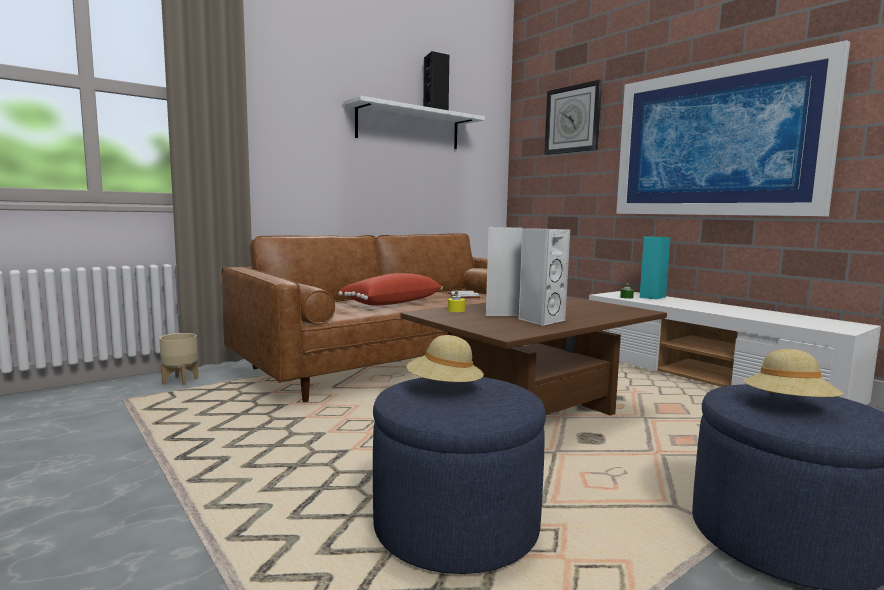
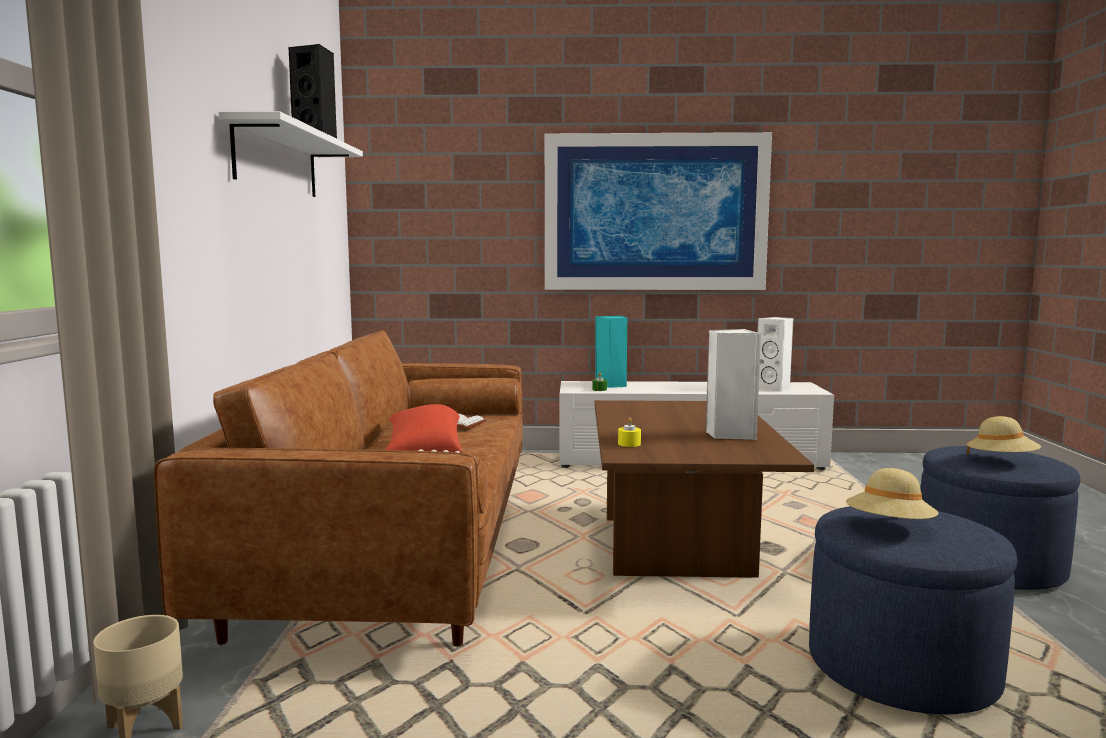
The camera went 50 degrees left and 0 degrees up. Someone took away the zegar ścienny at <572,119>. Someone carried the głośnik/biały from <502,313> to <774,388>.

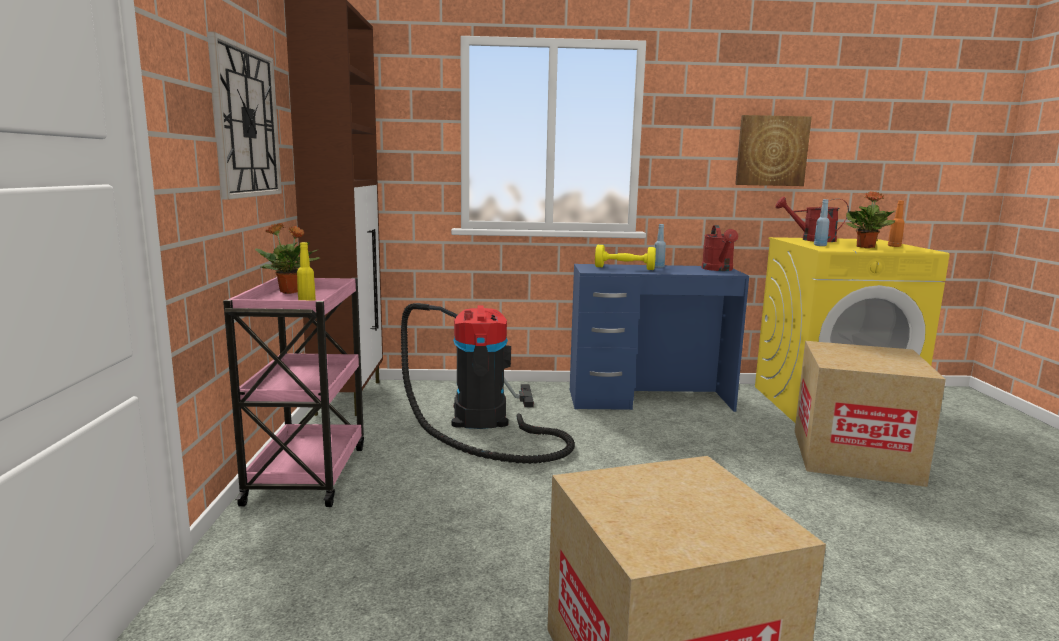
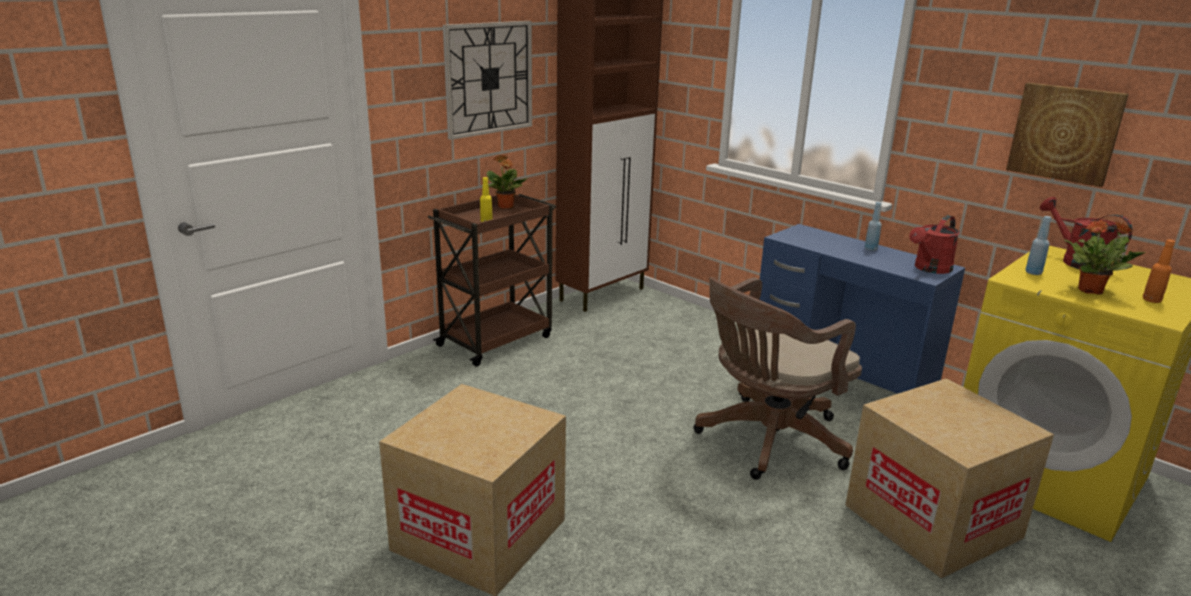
The camera went 45 degrees right and 10 degrees up. Someone took away the hantel/żółty at <624,268>. Someone repainted the wózek/różowy at <308,473>, which became the wózek/brązowy at <496,340>. Someone took away the odkurzacz at <482,420>. Someone put down the krzesło biurowe/brązowy at <766,441>.

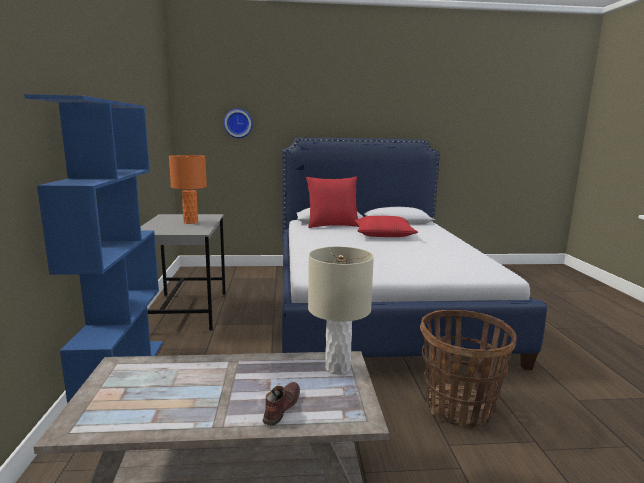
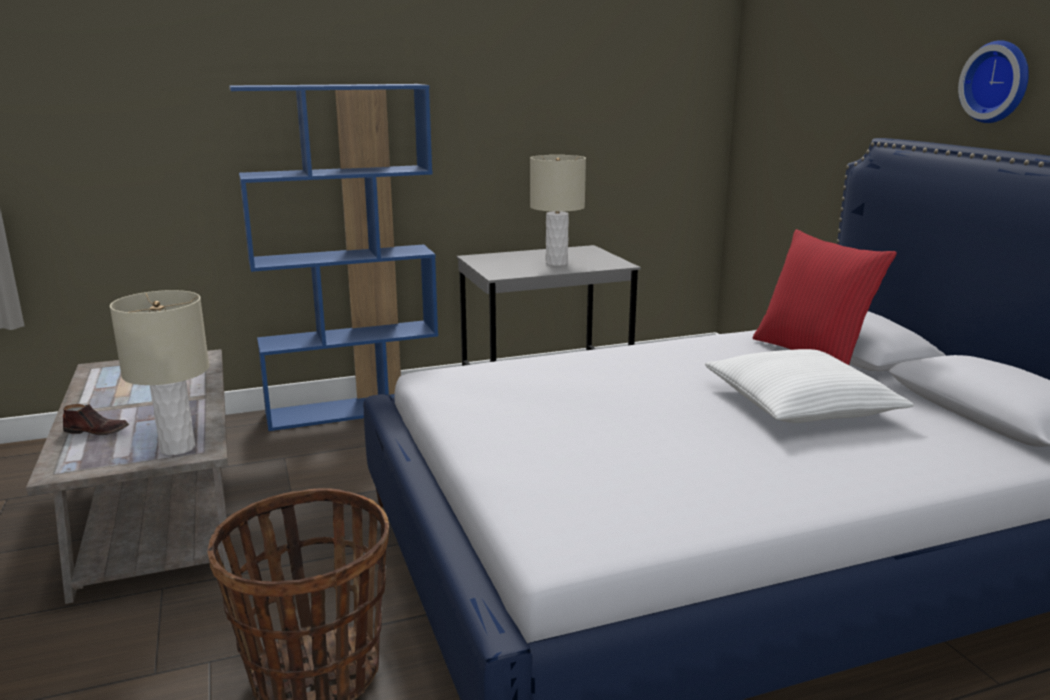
The camera went 75 degrees right and 5 degrees up. Someone carried the zegar ścienny from <238,123> to <998,82>. Someone repainted the lampa stołowa/pomarańczowy at <190,222>, which became the lampa stołowa/beżowy at <556,263>. Someone repainted the poduszka/czerwony at <383,234>, which became the poduszka/biały at <800,405>.

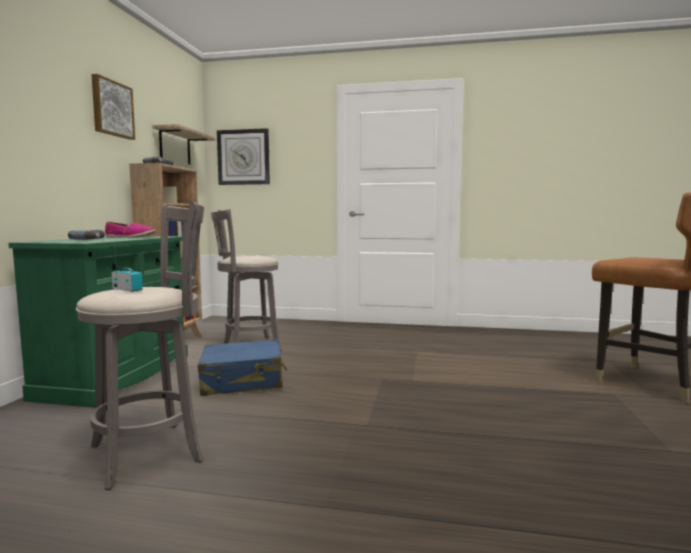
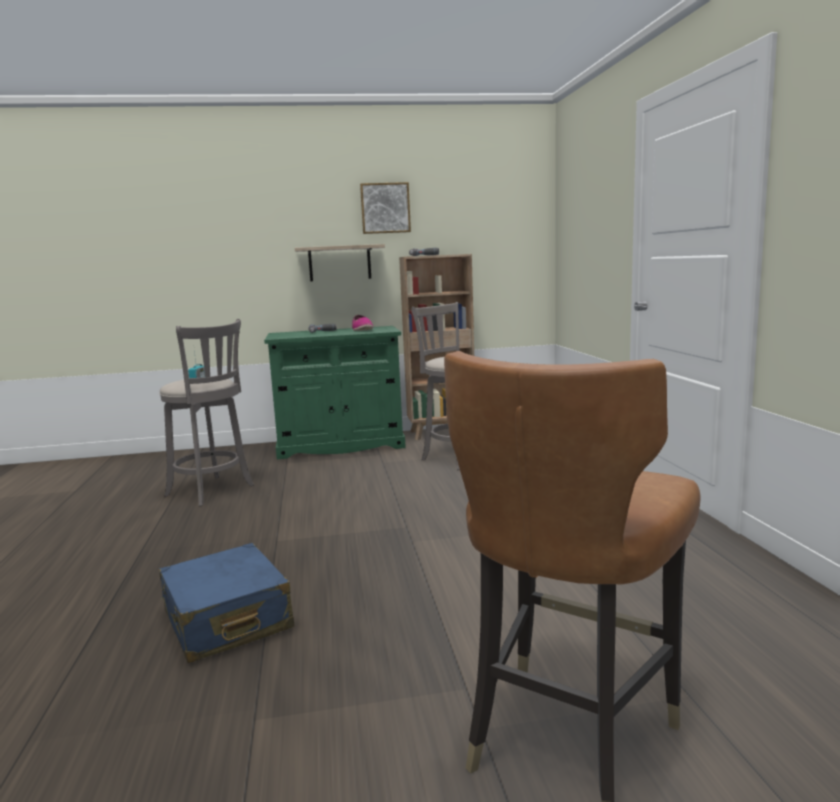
The camera went 70 degrees right and 5 degrees up. Someone carried the półka from <175,147> to <339,263>. Someone took away the zegar ścienny at <243,157>. Someone carried the walizka/niebieski from <243,381> to <227,620>.

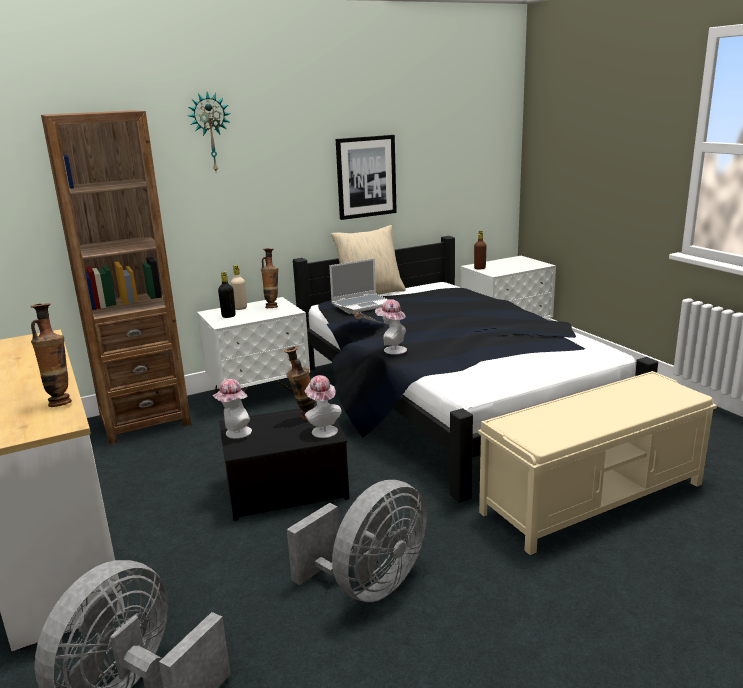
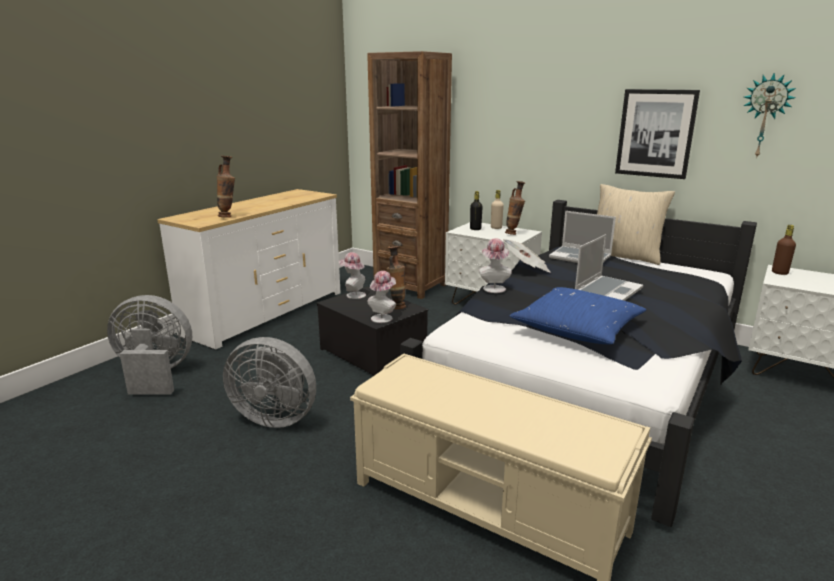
The camera went 60 degrees right and 0 degrees up. Someone carried the zegar ścienny from <210,133> to <765,116>. Someone put down the laptop at <607,291>. Someone put down the poduszka/niebieski at <577,329>.

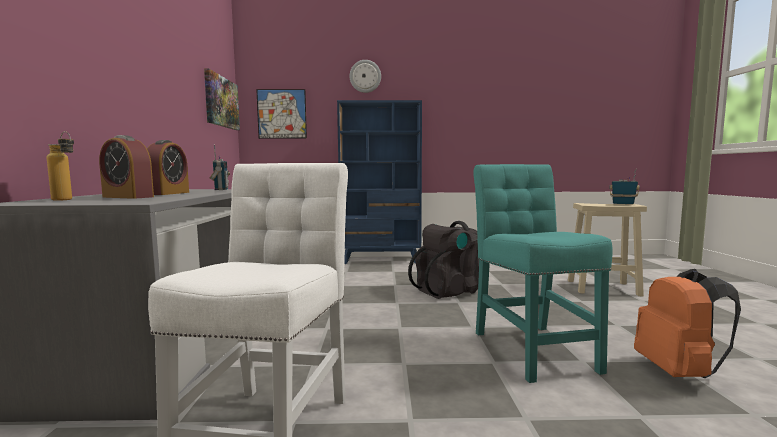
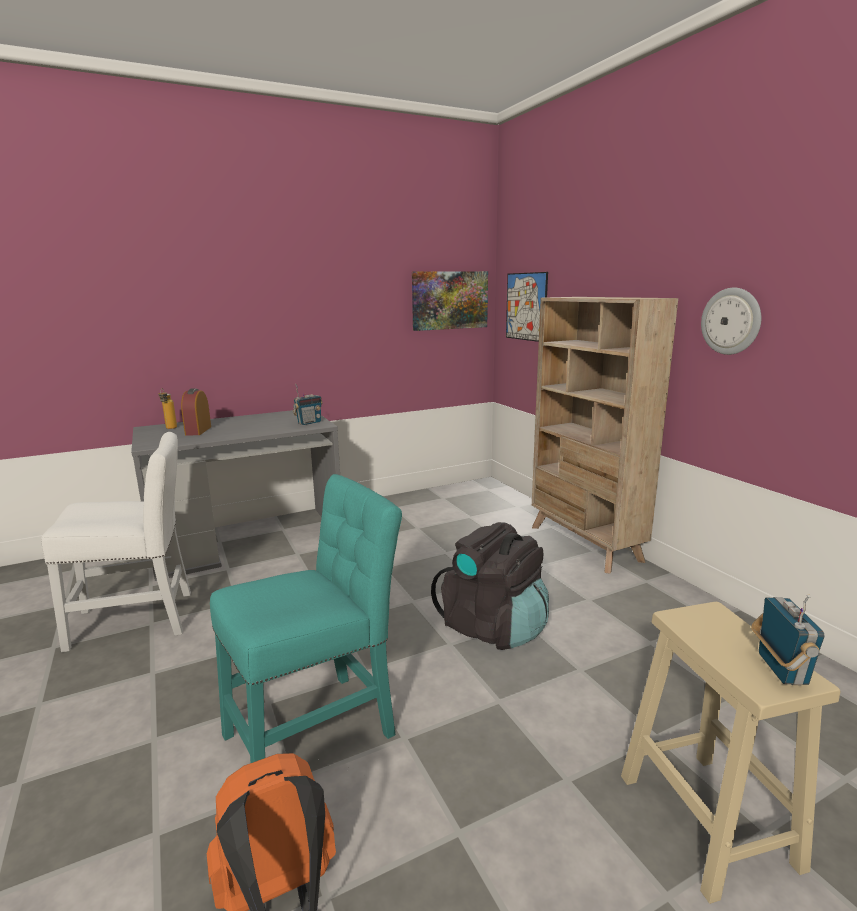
The camera went 65 degrees right and 10 degrees up. Someone carried the zegar ścienny from <365,76> to <731,321>. Someone repainted the regał/niebieski at <381,260>, which became the regał/beżowy at <585,544>. Someone took away the budzik at <168,193>.

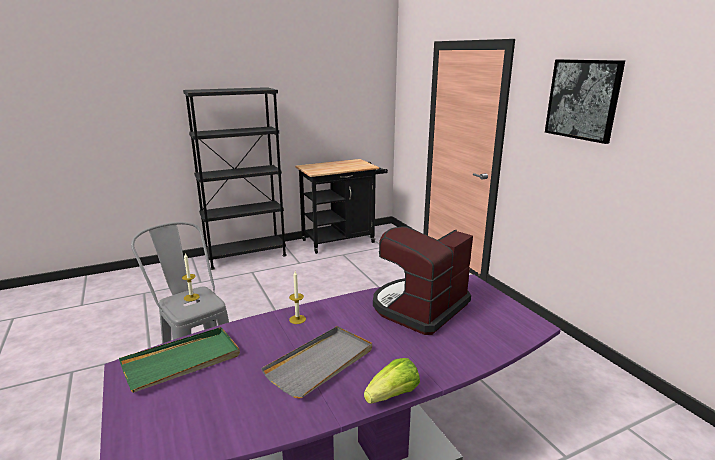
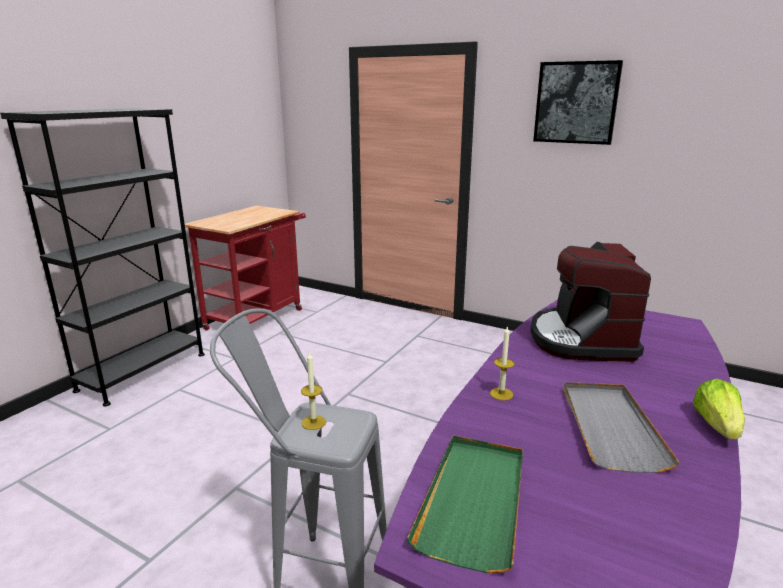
The camera went 35 degrees left and 0 degrees up. Someone repainted the wózek/czarny at <342,240>, which became the wózek/czerwony at <258,317>.

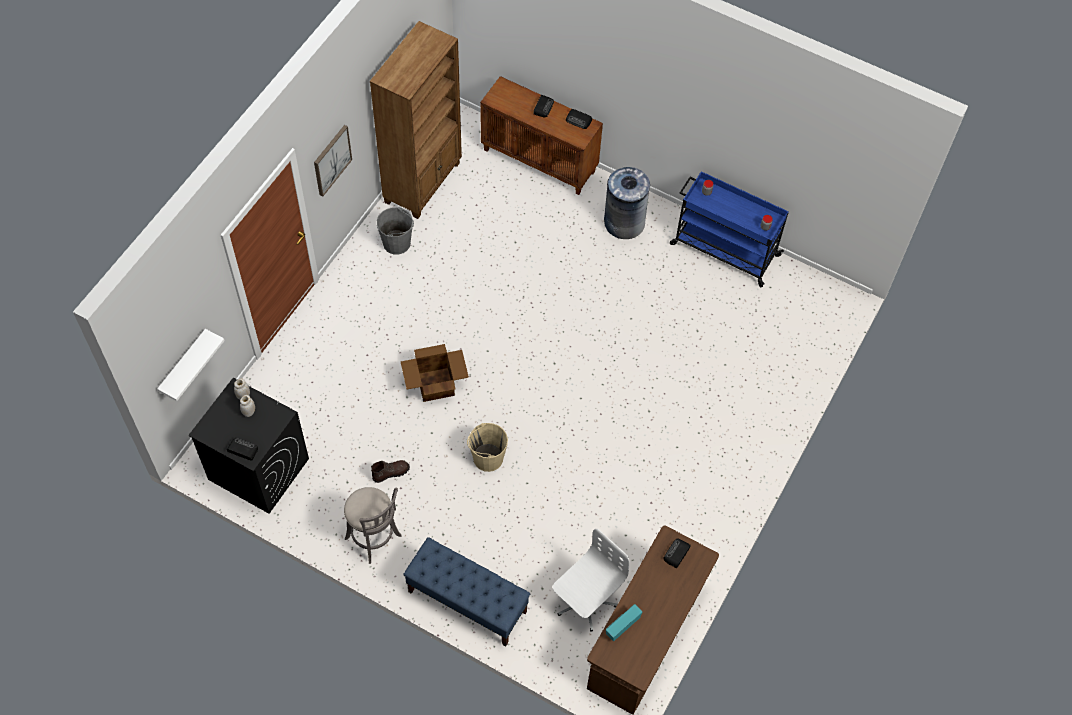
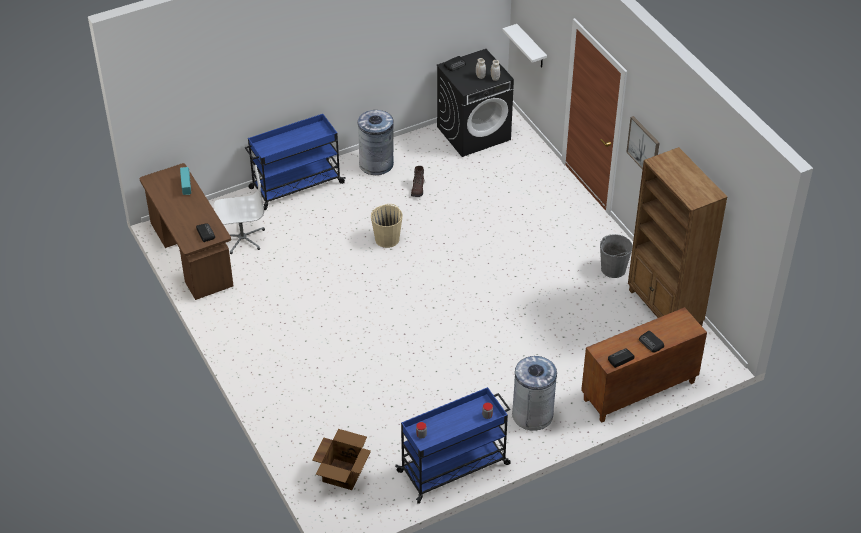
The camera went 125 degrees right and 15 degrees down. Someone carried the karton from <435,384> to <343,473>. Someone swapped the stołek/szary at <375,539> for the kosz na śmieci/szary at <376,164>. Someone rotated the krzesło biurowe/biały at <585,601> by 90 degrees counterclockwise. Someone swapped the ławka/niebieski at <467,601> for the wózek/niebieski at <295,186>.

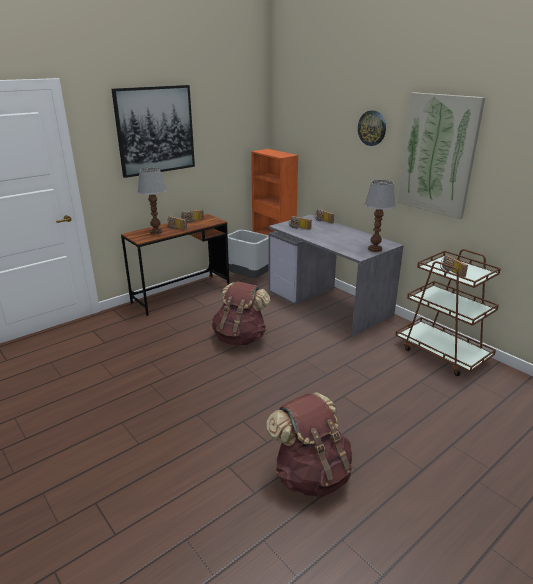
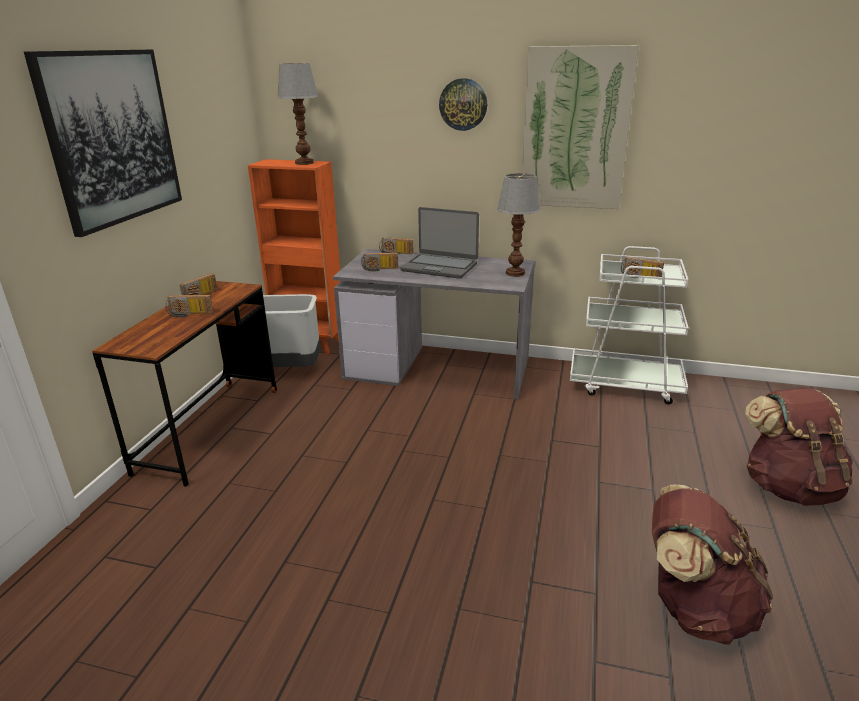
The camera went 35 degrees left and 0 degrees up. Someone carried the lampa stołowa from <156,232> to <305,163>. Someone repainted the wózek/brązowy at <442,353>, which became the wózek/biały at <625,384>. Someone carried the plecak/brązowy from <240,338> to <788,486>. Someone put down the laptop at <440,267>.

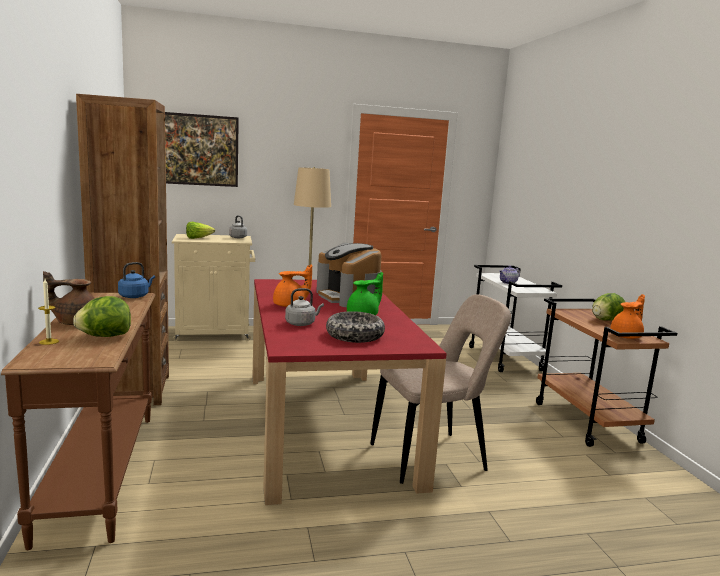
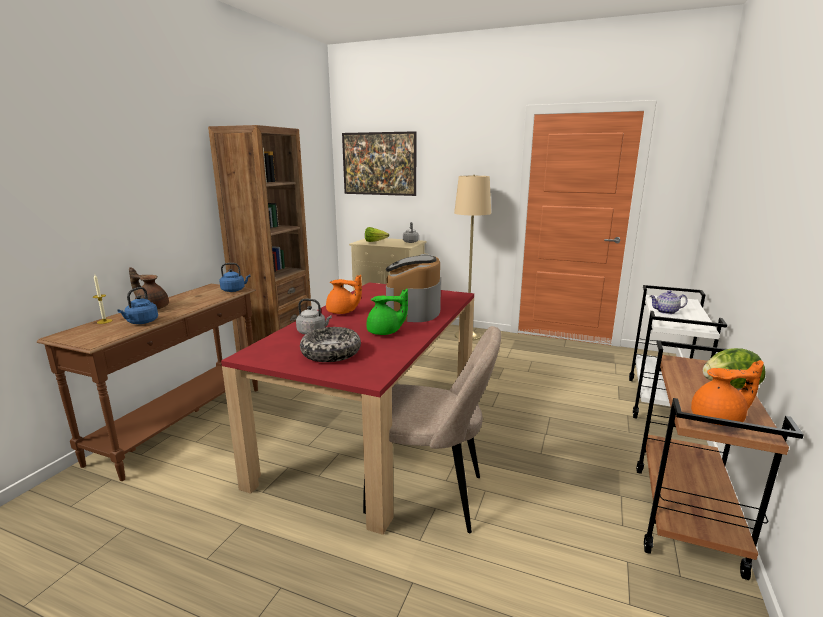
The camera went 35 degrees right and 5 degrees up. Someone swapped the sałata at <105,336> for the czajnik/niebieski at <141,322>.

